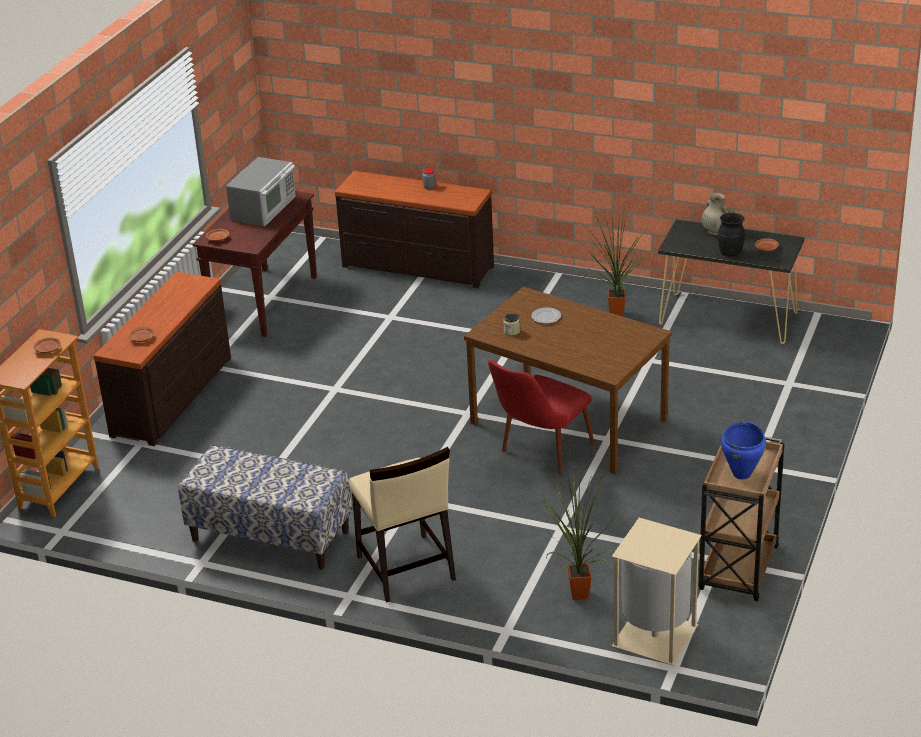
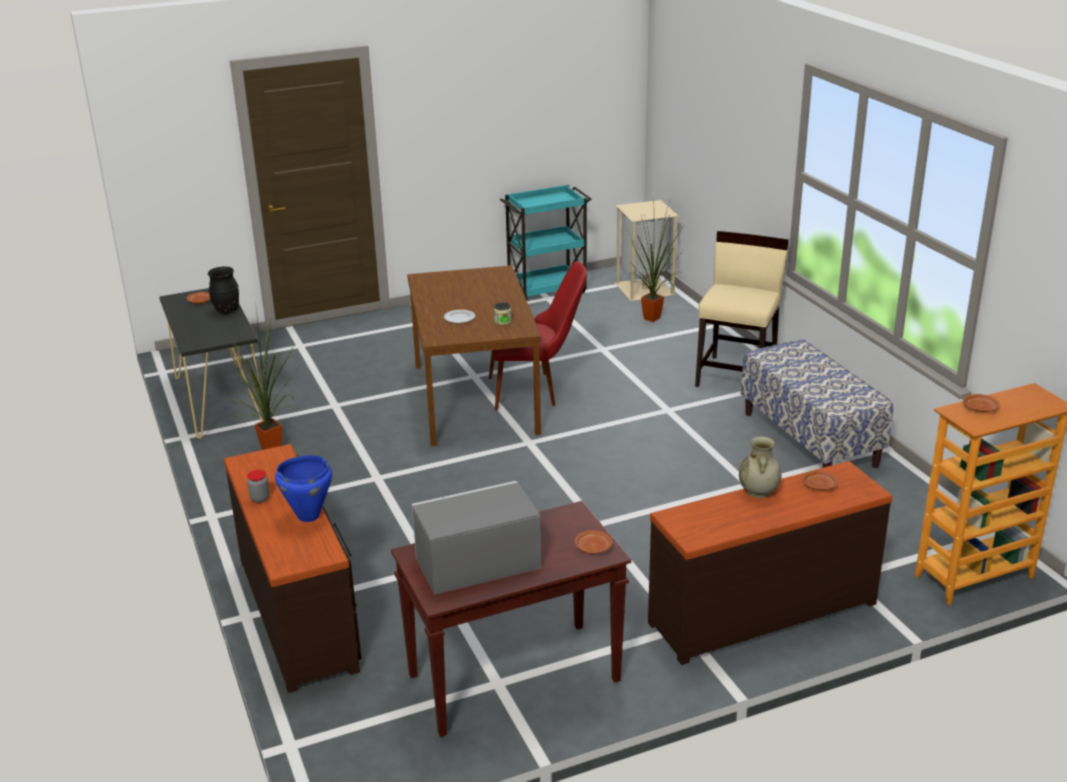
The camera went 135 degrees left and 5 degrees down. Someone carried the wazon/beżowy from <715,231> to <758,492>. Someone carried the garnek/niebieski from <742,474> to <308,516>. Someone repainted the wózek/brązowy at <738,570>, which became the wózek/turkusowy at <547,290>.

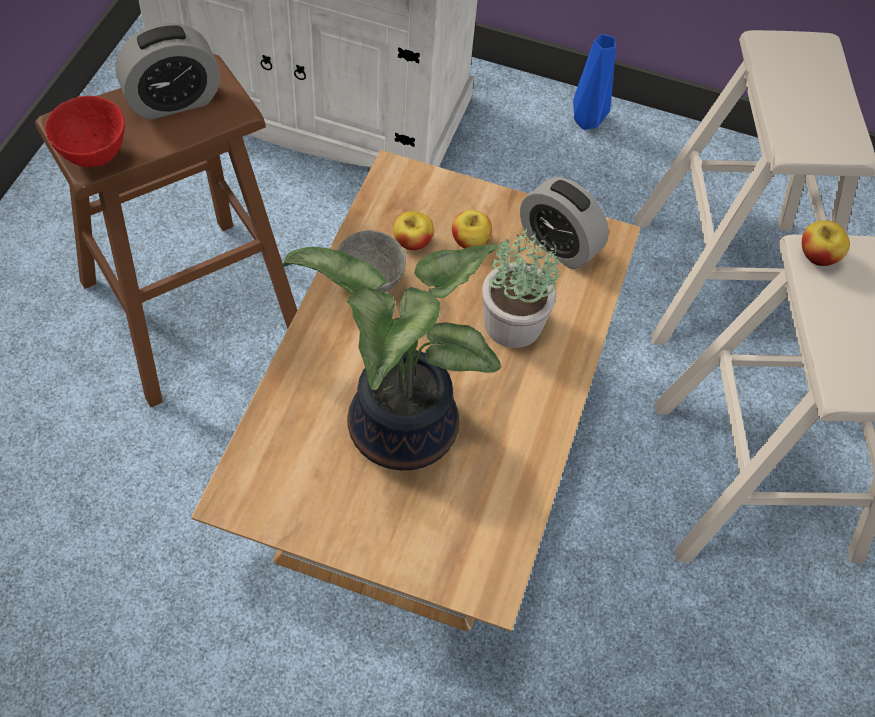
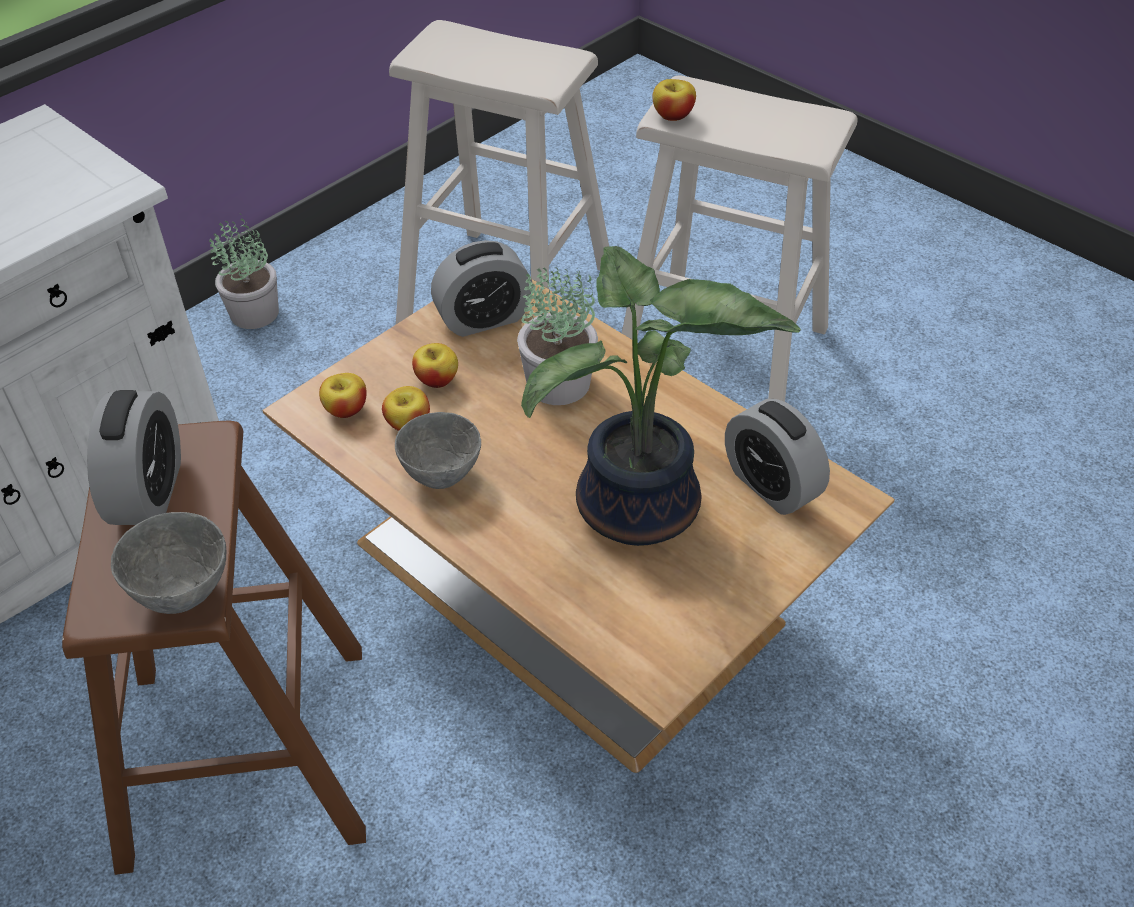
The camera went 60 degrees left and 10 degrees down. Someone swapped the wazon/niebieski at <587,122> for the roślina doniczkowa at <254,312>. Someone repainted the miska/czerwony at <95,156>, which became the miska/szary at <183,591>. Someone put down the jabłko at <346,409>. Someone put down the budzik at <771,485>.

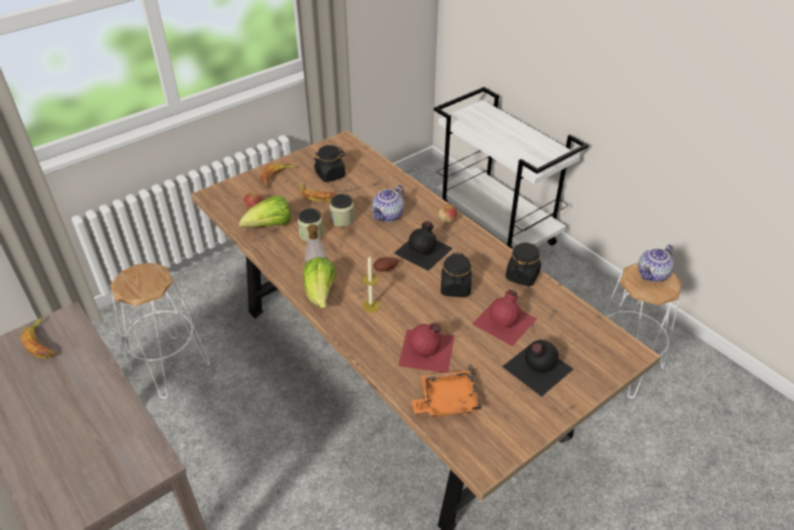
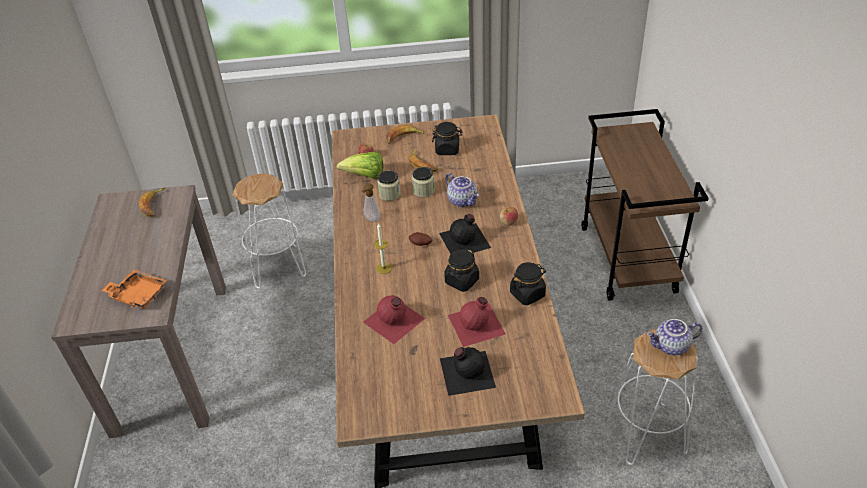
The camera went 35 degrees right and 0 degrees up. Someone repainted the wózek/biały at <496,232>, which became the wózek/brązowy at <628,260>. Someone rotated the imbryk at <388,216> by 105 degrees counterclockwise. Someone took away the sałata at <320,294>. Someone carried the taca/pomarańczowy from <446,401> to <138,295>.

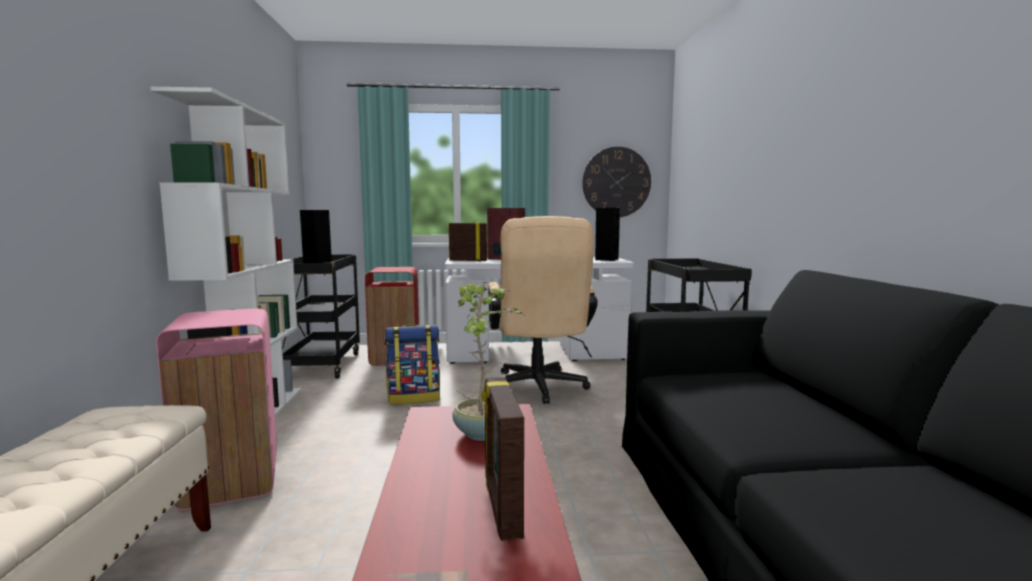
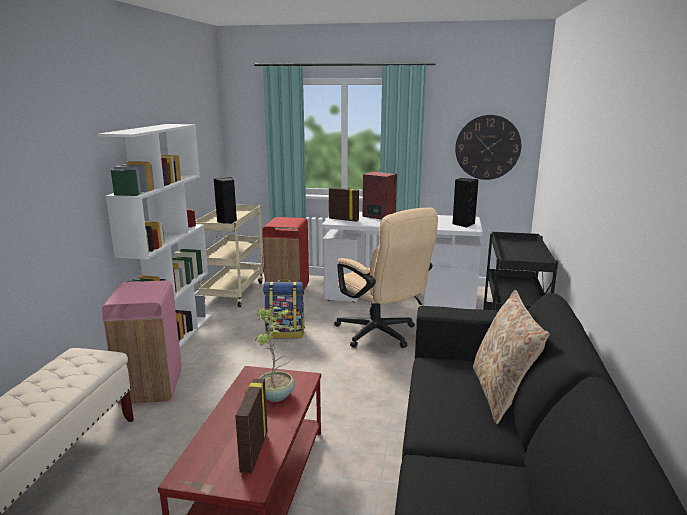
The camera went 15 degrees right and 10 degrees up. Someone rotated the krzesło biurowe/beżowy at <538,389> by 45 degrees counterclockwise. Someone repainted the wózek/czarny at <322,365>, which became the wózek/beżowy at <233,292>. Someone put down the poduszka/beżowy at <501,394>.

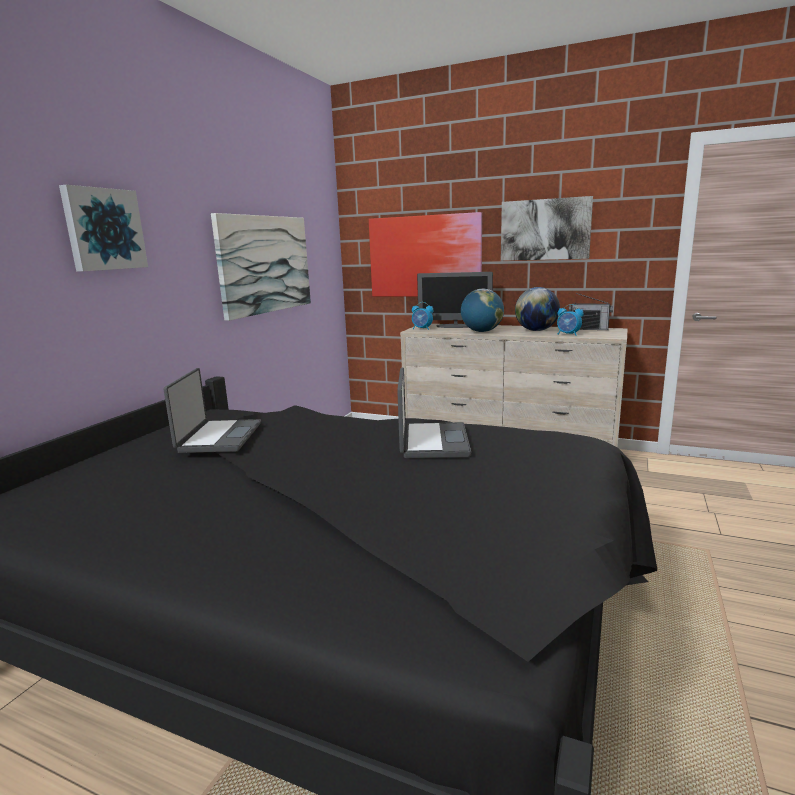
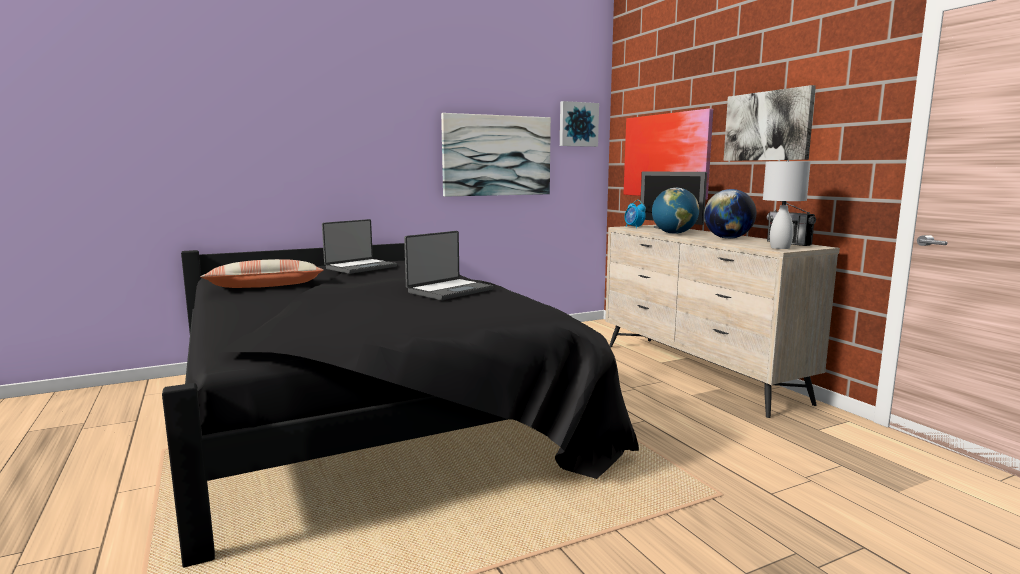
The camera went 40 degrees right and 5 degrees down. Someone carried the obraz from <103,229> to <578,124>. Someone took away the budzik at <568,334>. Someone put down the lampa stołowa/biały at <780,247>. Someone put down the poduszka at <266,287>.

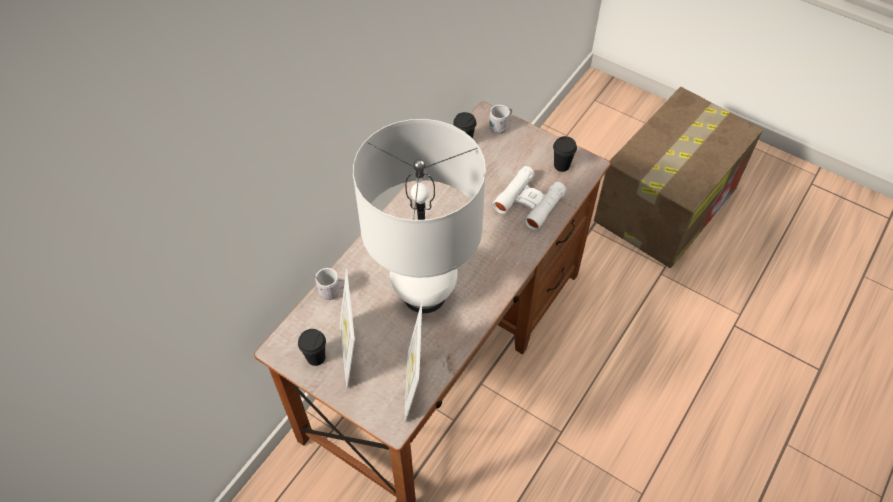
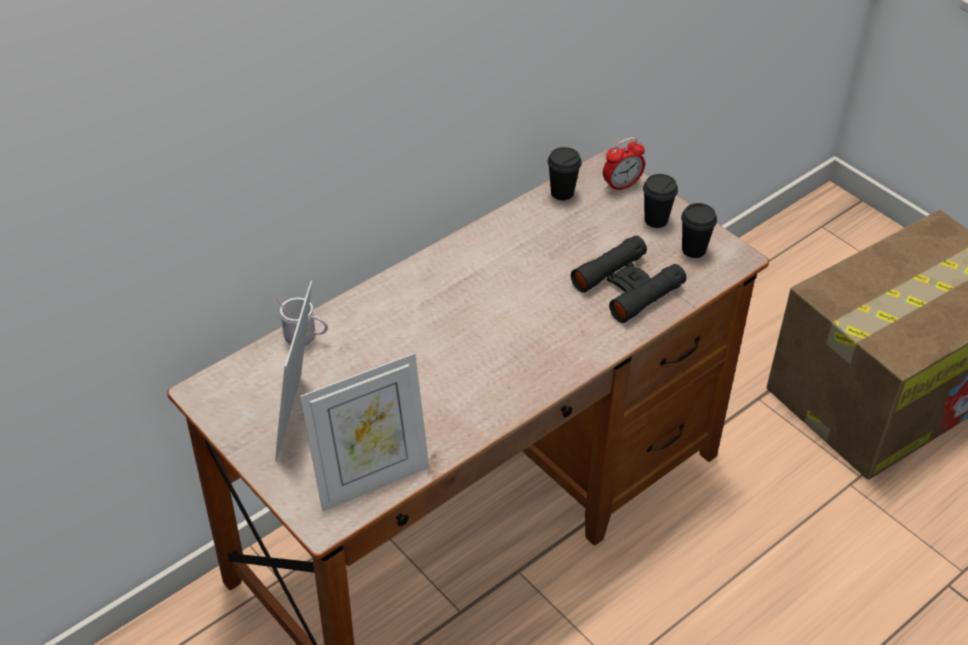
The camera went 15 degrees right and 10 degrees down. Someone swapped the kubek/biały at <500,127> for the budzik at <621,185>. Someone took away the lampa stołowa/biały at <424,294>. Someone repainted the lornetka/biały at <529,202>, which became the lornetka/czarny at <627,286>. Someone rotated the ramka na zdjęcie at <414,386> by 135 degrees counterclockwise. Someone carried the filiżanka/czarny from <316,357> to <656,220>.

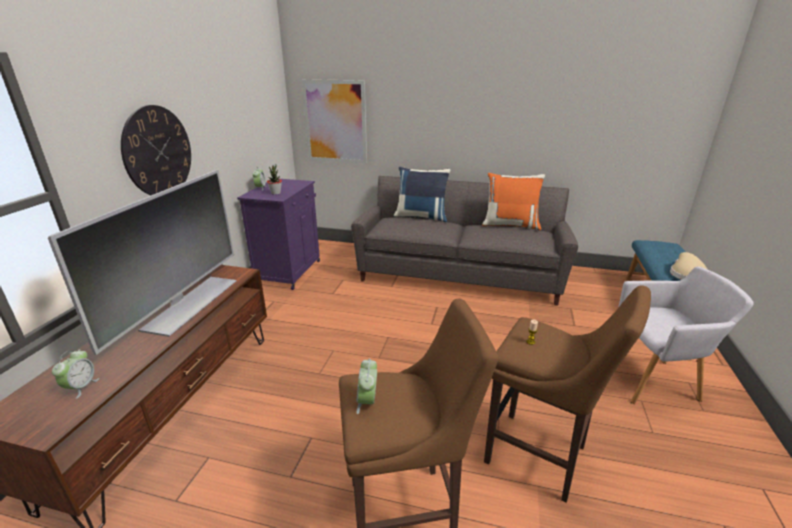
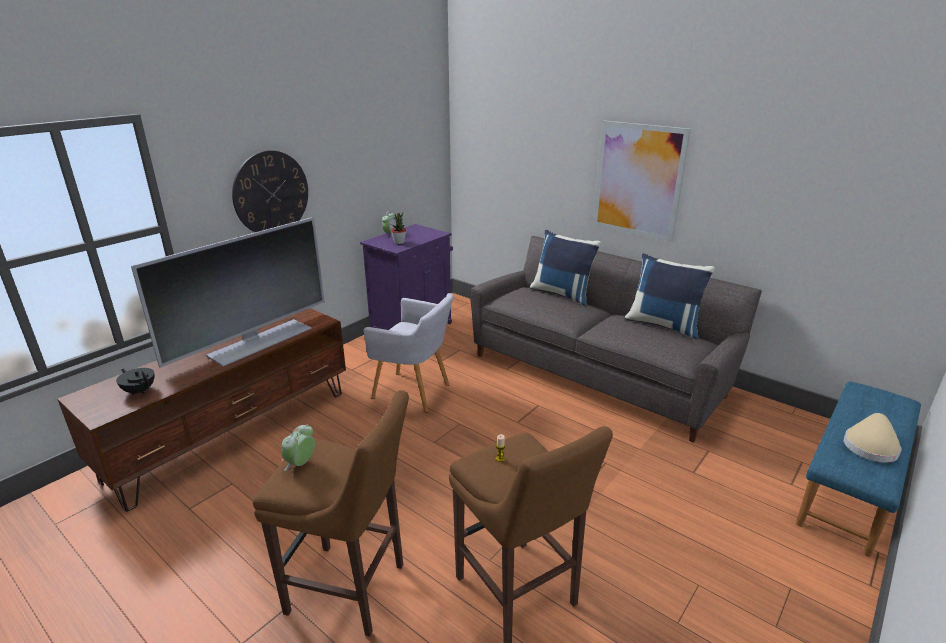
The camera went 25 degrees right and 0 degrees up. Someone carried the obraz from <335,122> to <638,180>. Someone repainted the poduszka/pomarańczowy at <510,225>, which became the poduszka/niebieski at <664,324>. Someone carried the fotel/szary from <654,381> to <414,392>. Someone swapped the budzik at <81,387> for the imbryk/czarny at <140,390>.

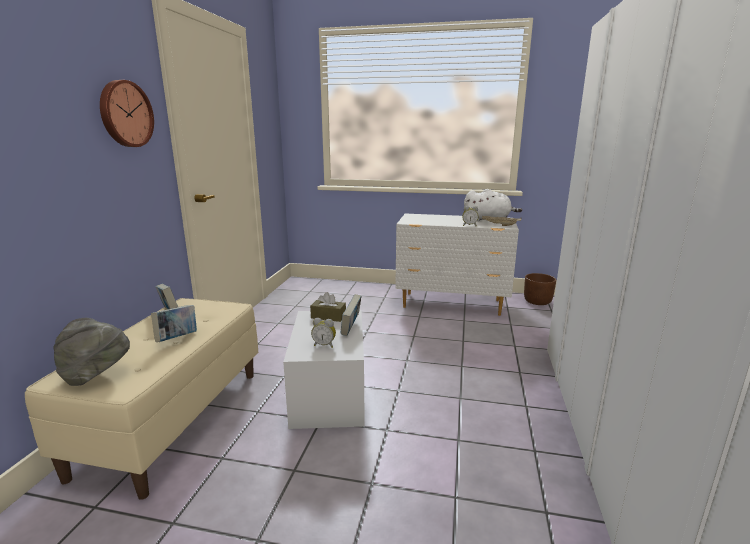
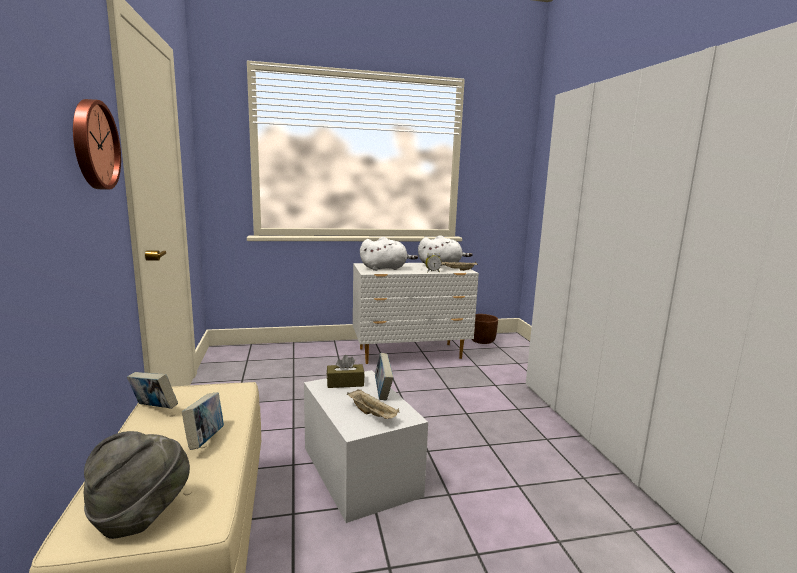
The camera went 25 degrees left and 5 degrees down. Someone swapped the budzik at <324,345> for the taca/beżowy at <373,414>. Someone put down the pluszak/biały at <385,268>.

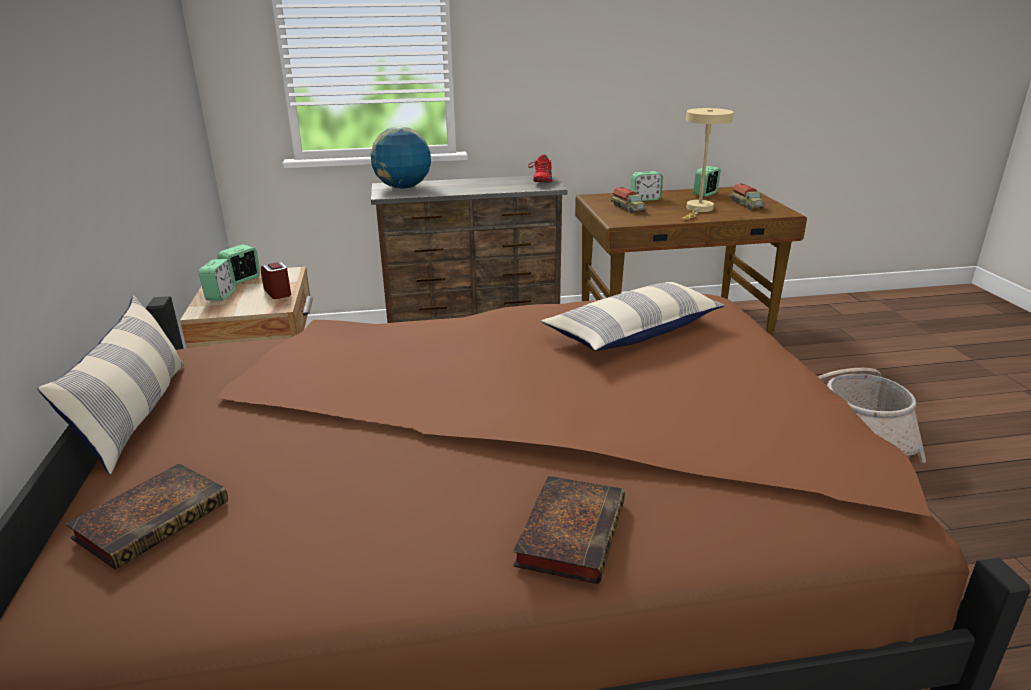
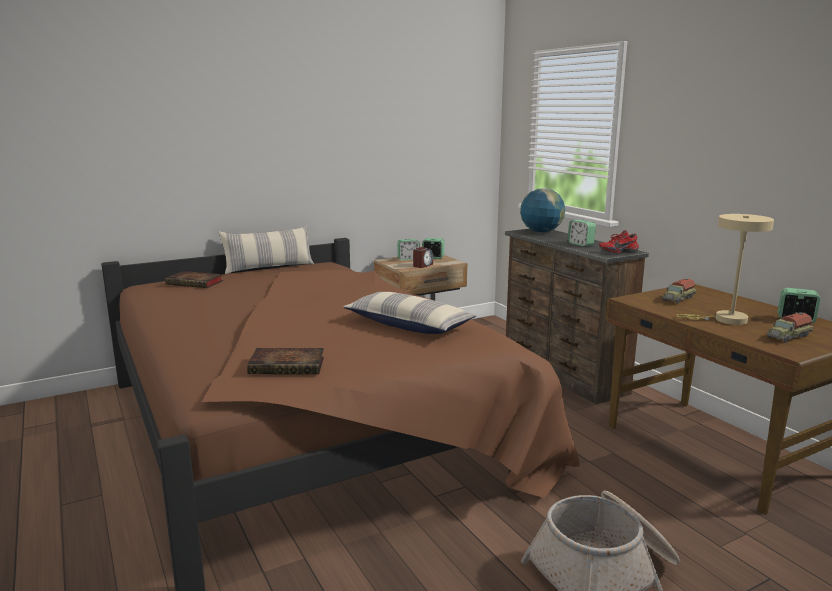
The camera went 70 degrees right and 10 degrees down. Someone carried the budzik from <645,199> to <580,244>. Someone carried the książka from <570,531> to <289,366>.

